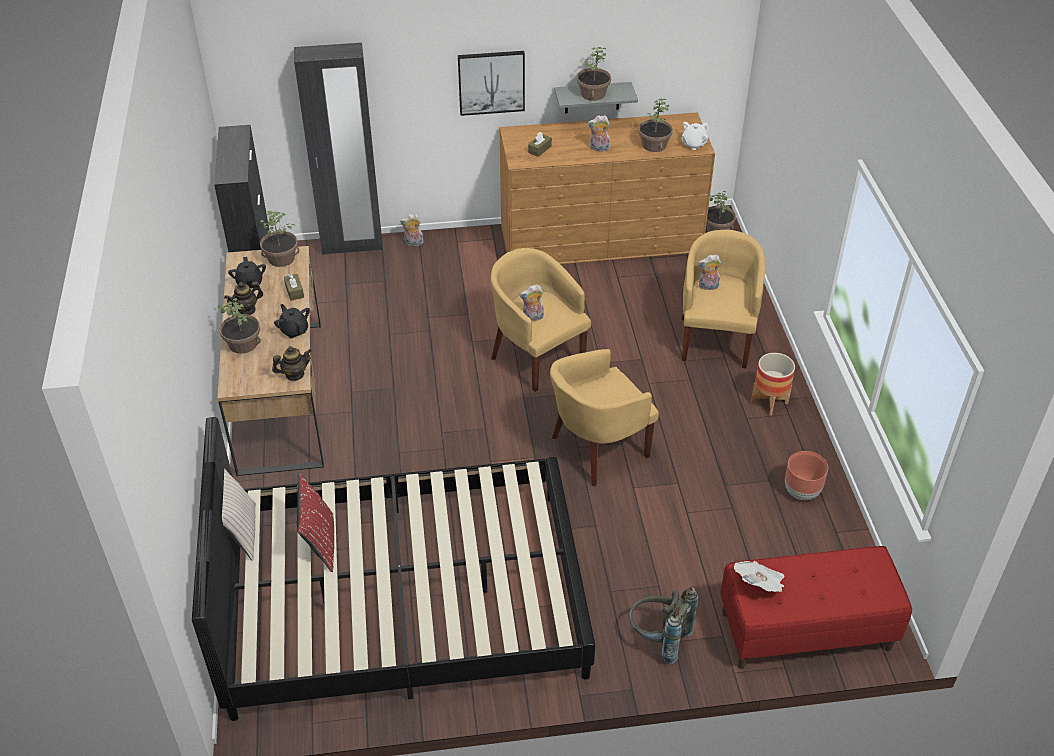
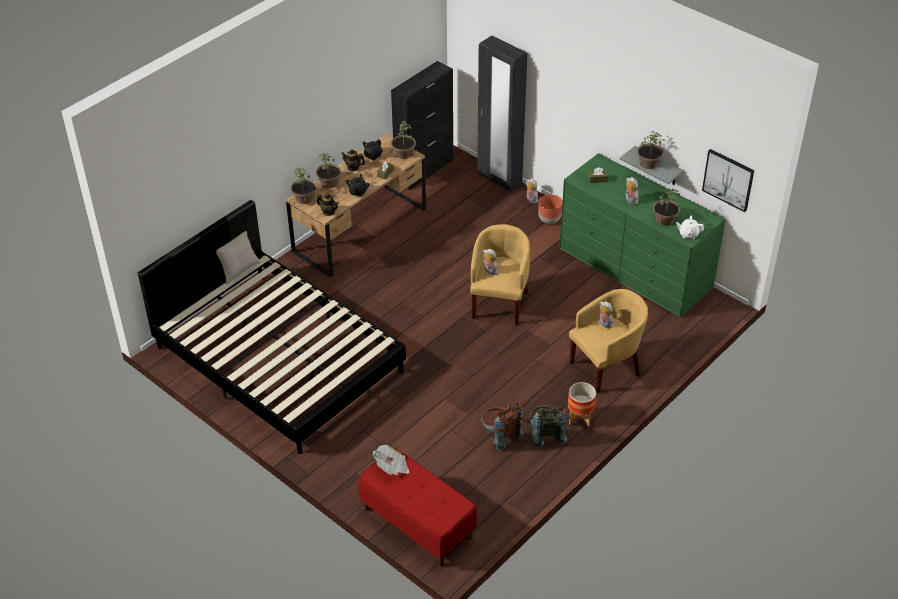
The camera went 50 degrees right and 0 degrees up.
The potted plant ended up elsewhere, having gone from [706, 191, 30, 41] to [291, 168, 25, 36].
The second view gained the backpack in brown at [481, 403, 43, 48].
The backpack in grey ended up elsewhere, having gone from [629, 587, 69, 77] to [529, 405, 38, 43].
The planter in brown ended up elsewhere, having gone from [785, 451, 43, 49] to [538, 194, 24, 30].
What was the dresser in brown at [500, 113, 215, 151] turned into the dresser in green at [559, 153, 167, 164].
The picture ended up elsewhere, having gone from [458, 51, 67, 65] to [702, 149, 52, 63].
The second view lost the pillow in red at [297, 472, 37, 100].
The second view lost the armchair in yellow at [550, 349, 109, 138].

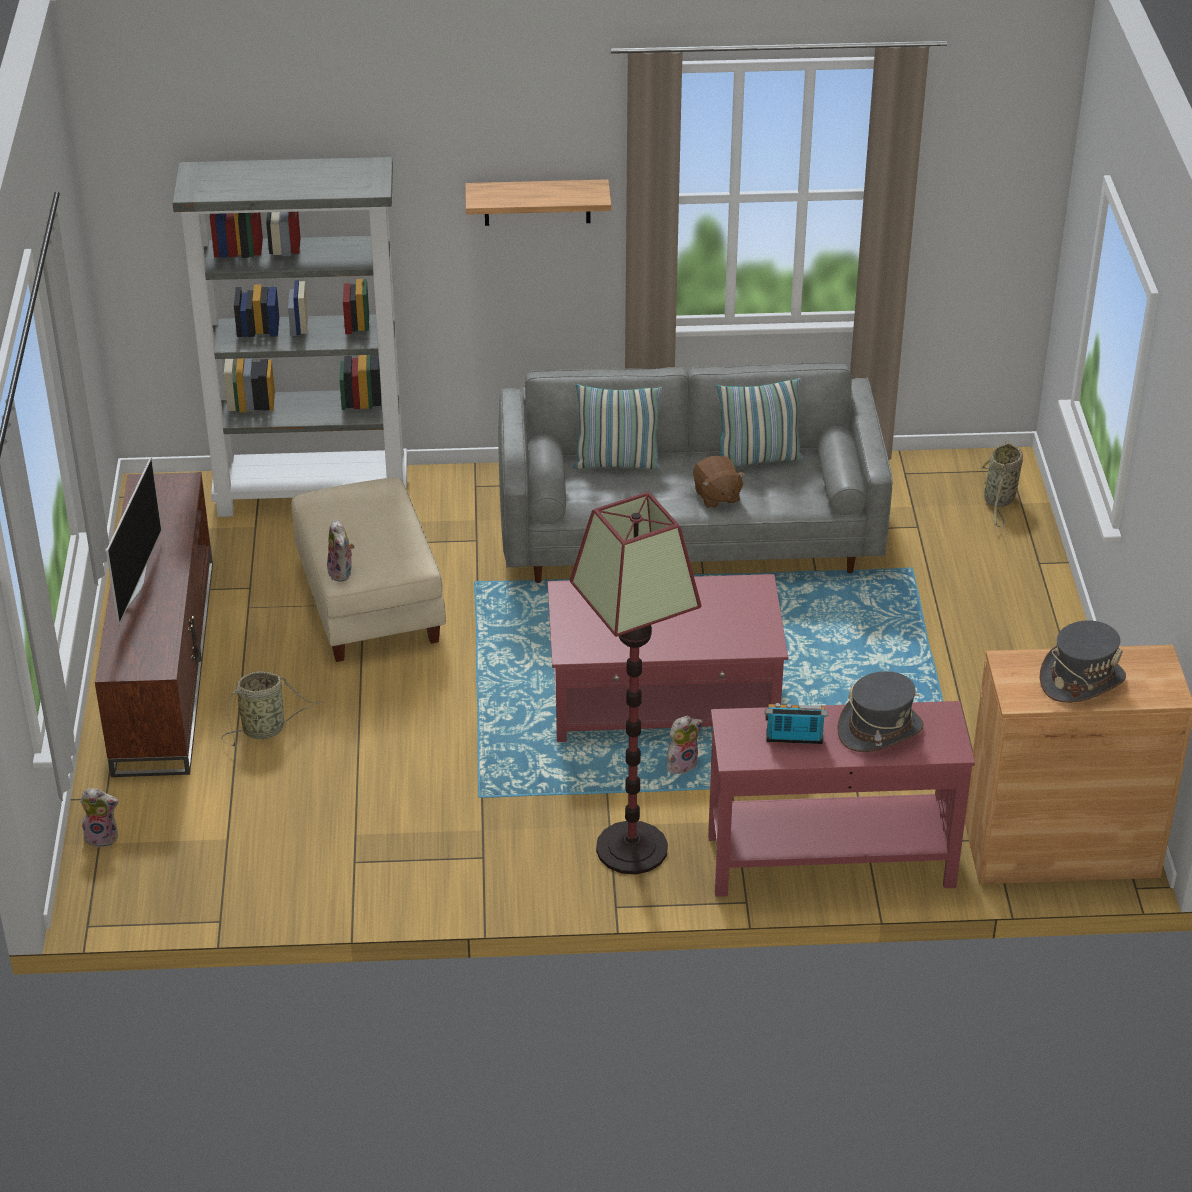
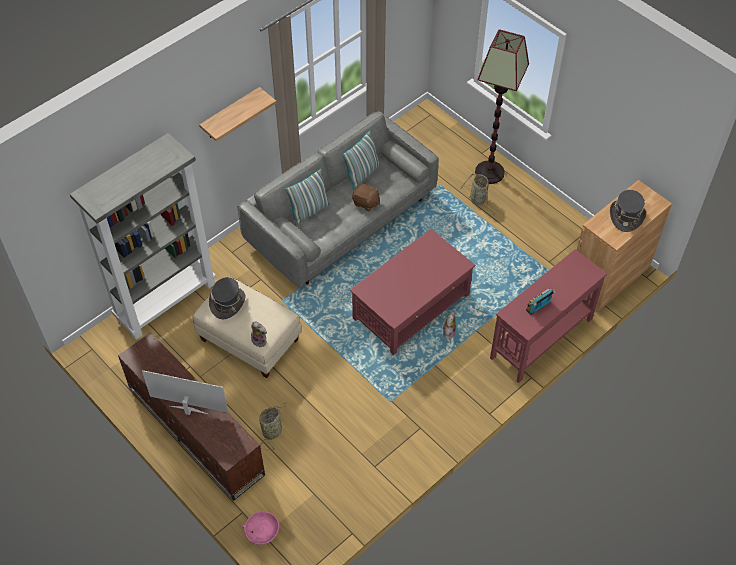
The camera went 40 degrees left and 15 degrees up.
The television at [106, 457, 56, 168] ended up facing another way, 45 degrees counterclockwise from before.
The hat in grey ended up elsewhere, having gone from [837, 671, 87, 81] to [209, 277, 36, 42].
Where the plush toy stood at [80, 788, 39, 59], the bowl in pink came to stand at [242, 511, 37, 34].
The basket ended up elsewhere, having gone from [979, 439, 44, 88] to [460, 173, 35, 43].
The floor lamp ended up elsewhere, having gone from [570, 492, 132, 383] to [475, 29, 54, 155].

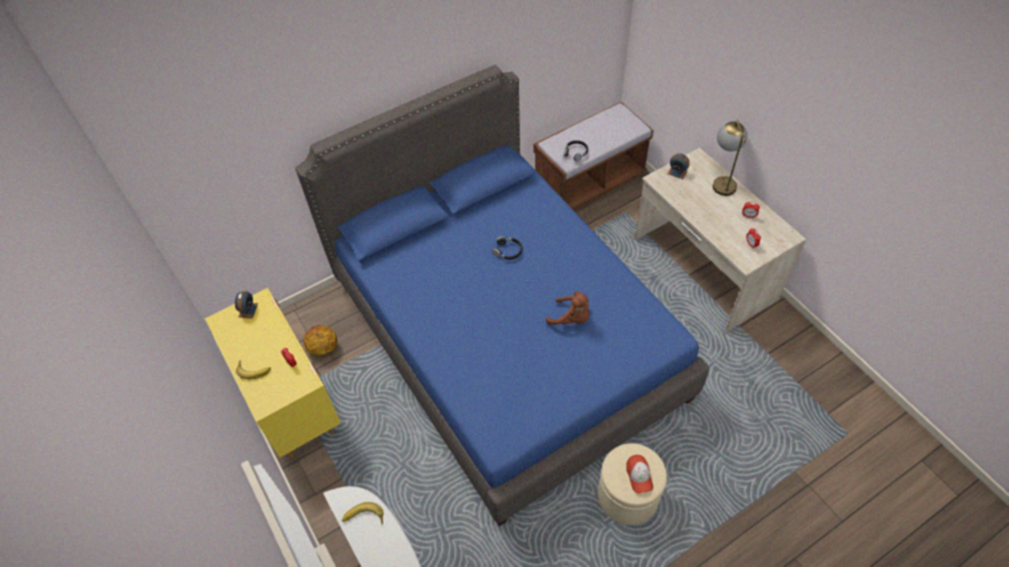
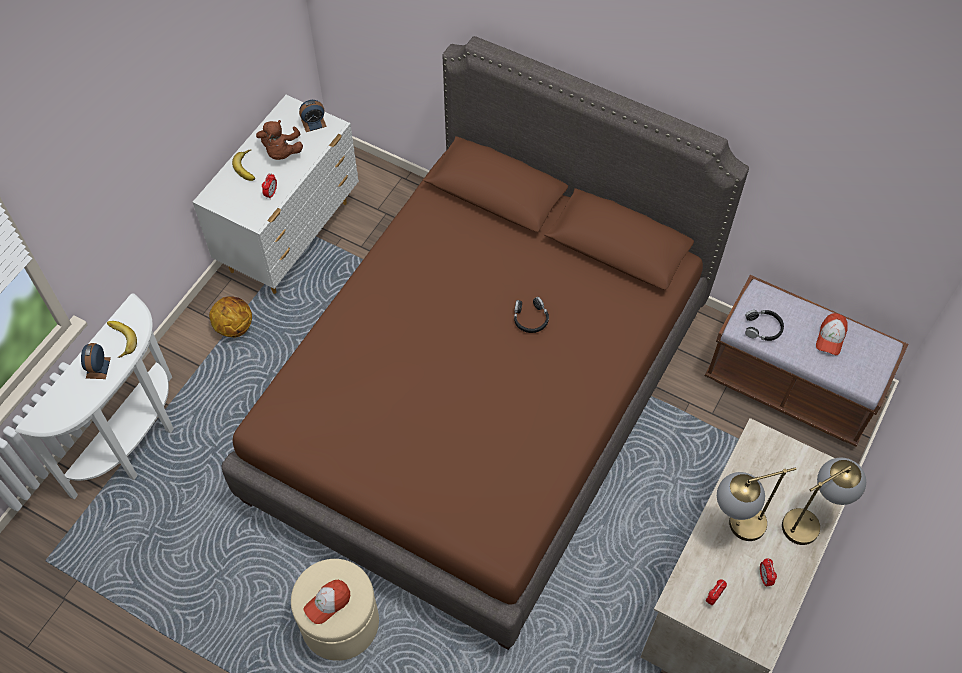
The camera went 60 degrees right and 5 degrees up.
The alarm clock ended up elsewhere, having gone from [668, 154, 22, 25] to [81, 343, 30, 36].
What was the dresser in yellow at [205, 288, 136, 170] turned into the dresser in white at [193, 95, 166, 199].
The basketball ended up elsewhere, having gone from [303, 325, 34, 31] to [209, 296, 43, 41].
What was the bed in blue at [295, 65, 414, 461] turned into the bed in brown at [221, 36, 528, 614].
The plush toy in brown ended up elsewhere, having gone from [546, 291, 43, 34] to [256, 120, 47, 40].
The second view gained the table lamp at [717, 467, 79, 74].
The second view gained the cap at [816, 313, 32, 42].

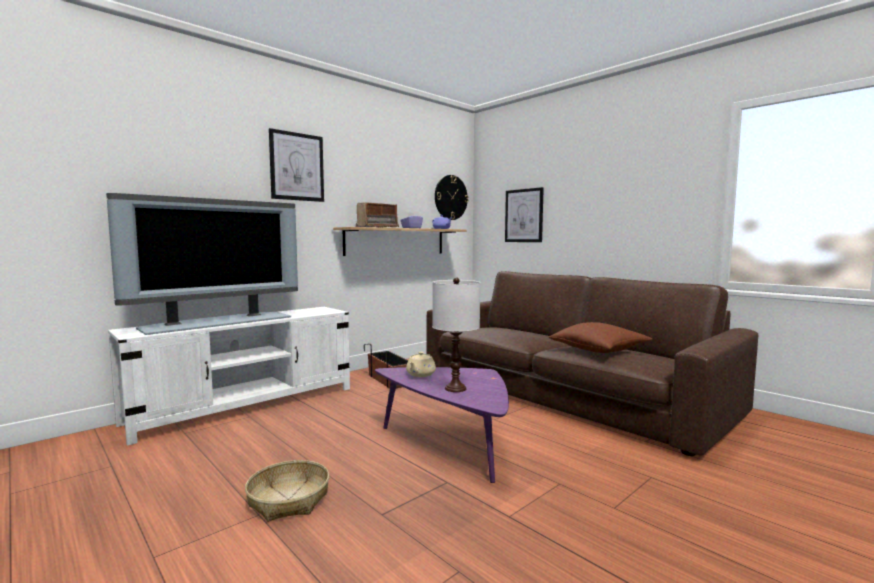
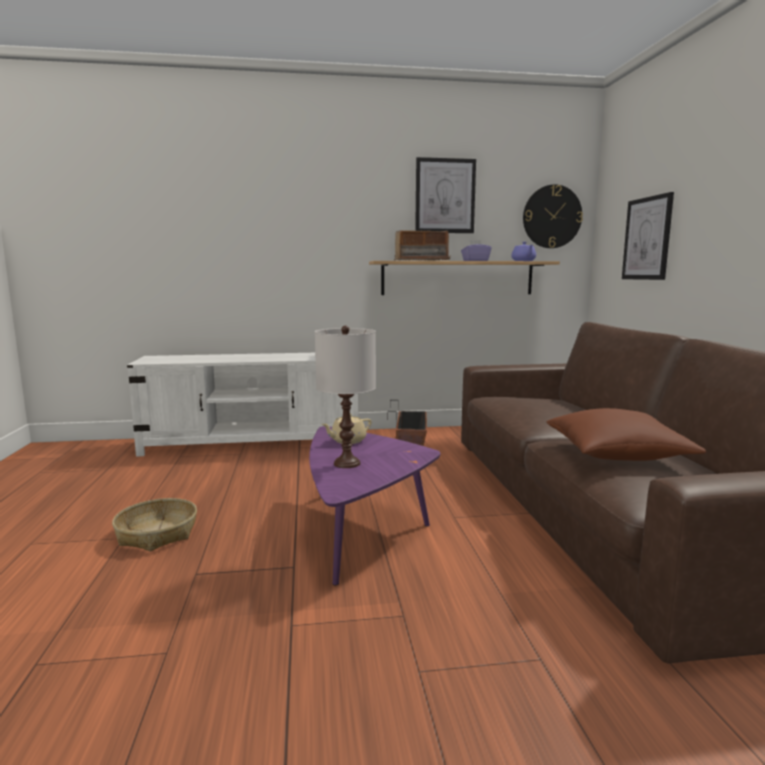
The camera went 35 degrees right and 5 degrees up.
The picture ended up elsewhere, having gone from [269, 128, 55, 74] to [415, 157, 61, 76].
The second view lost the television at [106, 193, 192, 142].

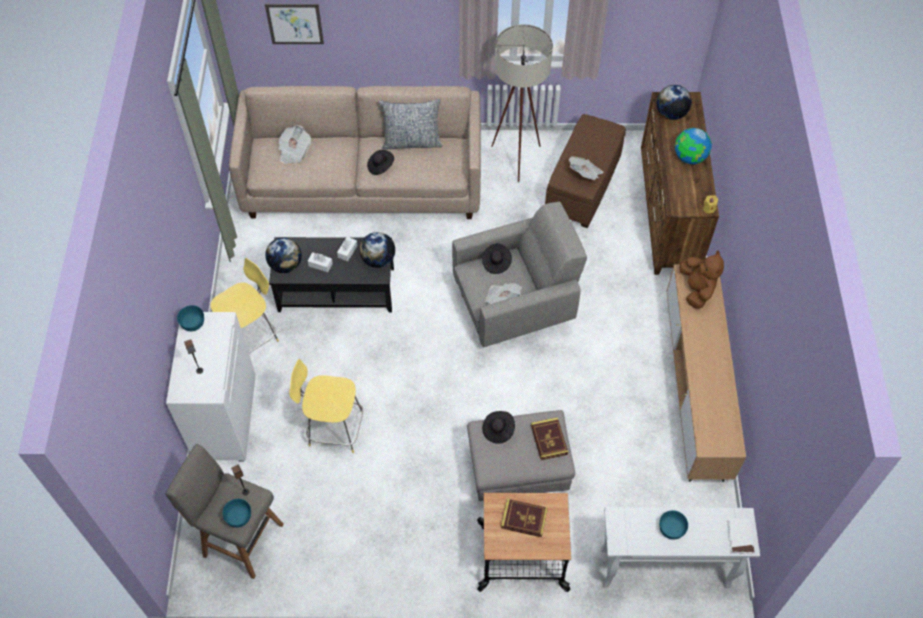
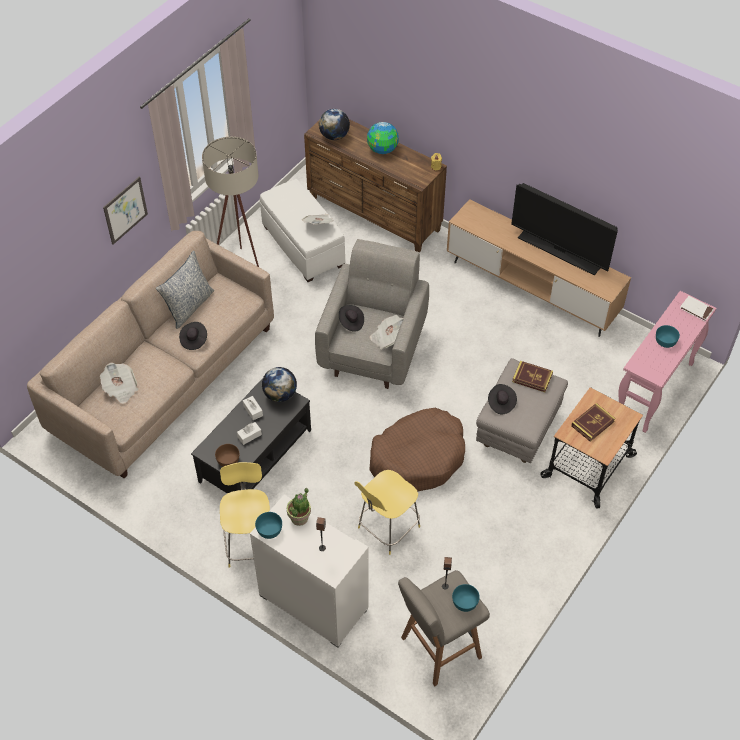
The camera went 55 degrees left and 5 degrees down.
The picture ended up elsewhere, having gone from [265, 4, 59, 40] to [103, 177, 45, 68].
Where the globe stood at [265, 237, 37, 36], the bowl in brown came to stand at [215, 444, 24, 23].
What was the ottoman in brown at [545, 114, 81, 114] turned into the ottoman in white at [260, 179, 85, 103].
The second view gained the potted plant at [287, 488, 24, 38].
The second view gained the dog bed in brown at [369, 408, 96, 84].
The second view gained the television at [511, 183, 107, 92].
What was the console table in white at [601, 507, 159, 81] turned into the console table in pink at [619, 291, 97, 142].
The second view lost the plush toy in brown at [679, 251, 45, 58].

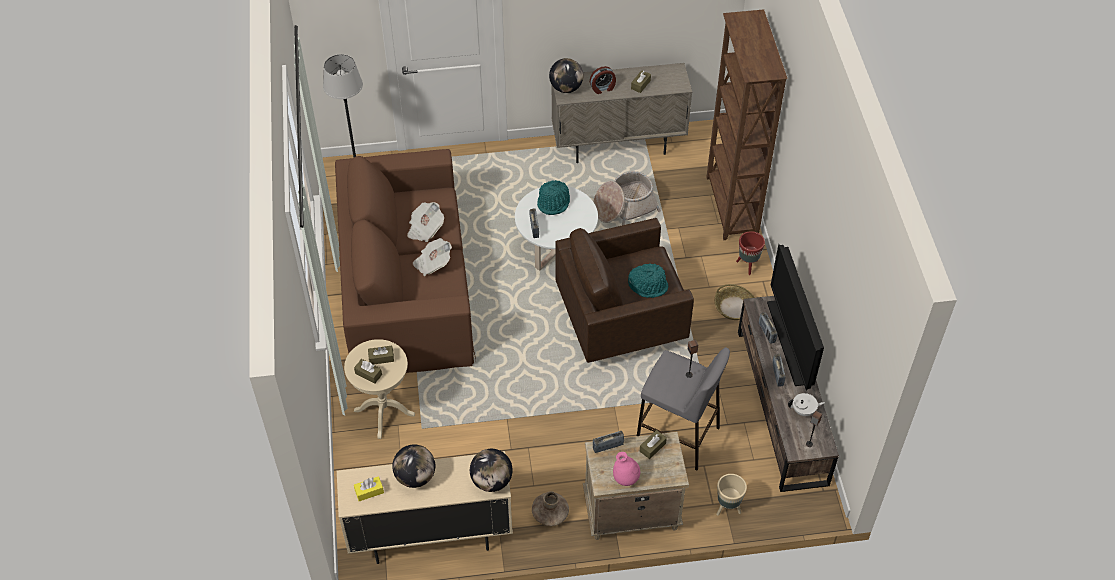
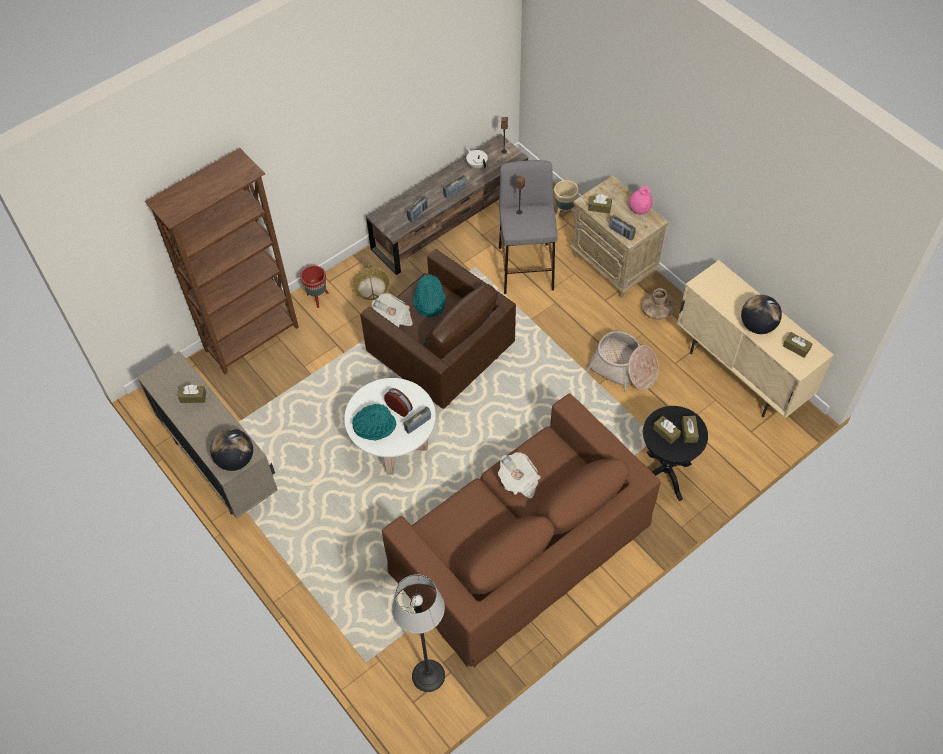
The camera went 120 degrees left and 5 degrees up.
The newspaper ended up elsewhere, having gone from [407, 202, 37, 40] to [372, 293, 41, 34].
The alarm clock ended up elsewhere, having gone from [590, 66, 26, 28] to [384, 388, 29, 29].
The basket ended up elsewhere, having gone from [593, 171, 68, 54] to [586, 331, 73, 60].
What was the side table in beige at [344, 339, 71, 100] turned into the side table in black at [643, 406, 65, 95].
What was the tissue box in yellow at [354, 476, 30, 25] turned into the tissue box in brown at [783, 332, 30, 26].
The second view lost the globe at [470, 449, 43, 43].
The second view lost the television at [767, 244, 57, 146].

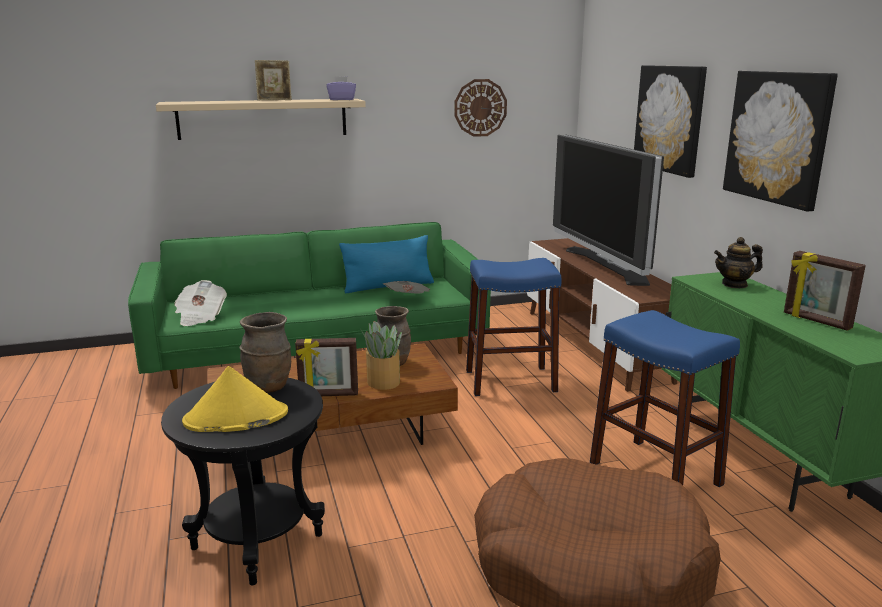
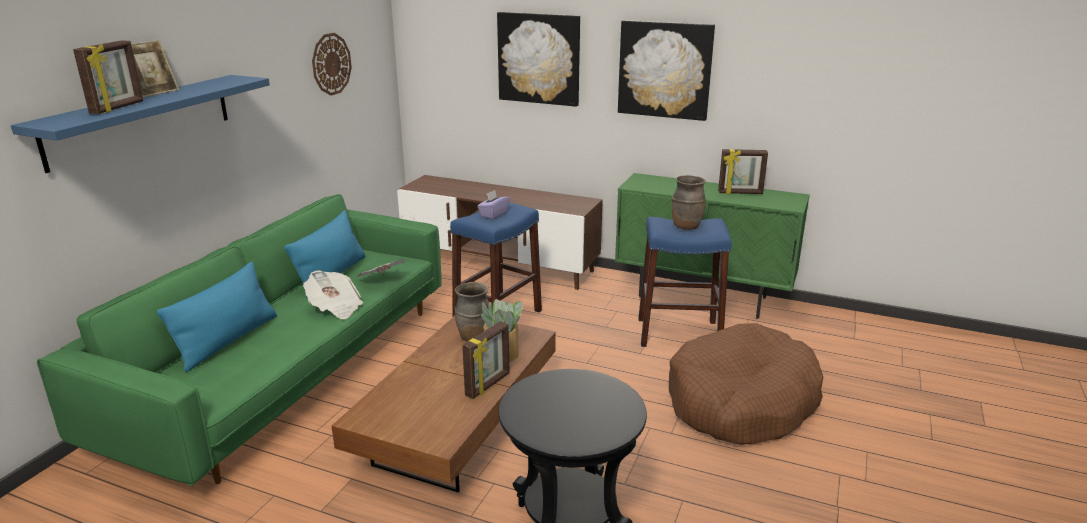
The camera went 50 degrees left and 5 degrees up.
What was the shelf in beige at [156, 99, 210, 41] turned into the shelf in blue at [11, 75, 259, 98].
The second view gained the picture frame at [73, 40, 71, 74].
The second view gained the pillow in blue at [157, 262, 120, 110].
The newspaper ended up elsewhere, having gone from [174, 280, 53, 46] to [303, 270, 60, 49].
The tissue box in purple ended up elsewhere, having gone from [326, 76, 30, 24] to [477, 190, 33, 29].
The vase in brown ended up elsewhere, having gone from [239, 312, 52, 81] to [672, 175, 34, 55].
The second view lost the hat in yellow at [182, 366, 106, 66].
The second view lost the television at [553, 135, 111, 151].
The second view lost the teapot at [714, 237, 49, 51].

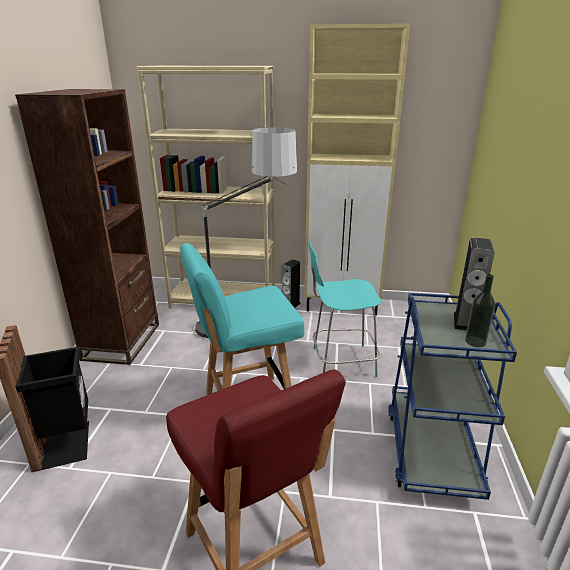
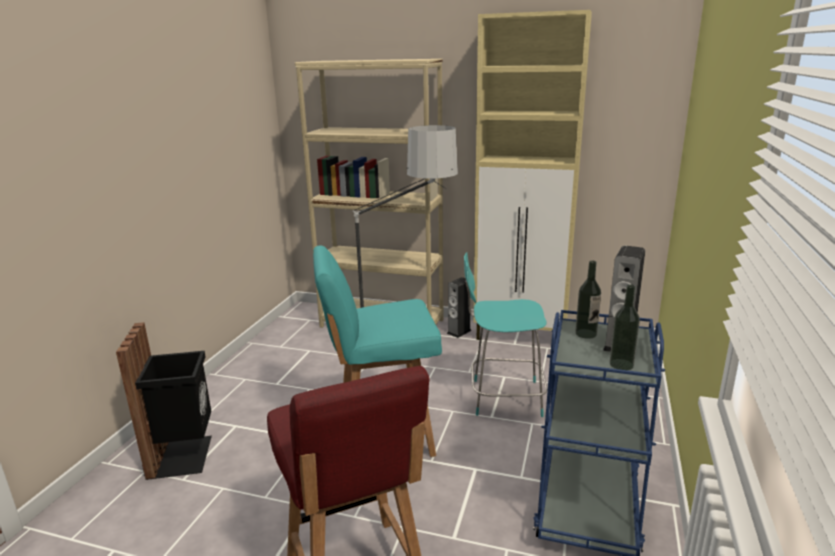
The camera went 10 degrees right and 5 degrees down.
The second view gained the bottle at [575, 261, 26, 78].
The second view lost the bookcase in brown at [15, 89, 144, 276].

